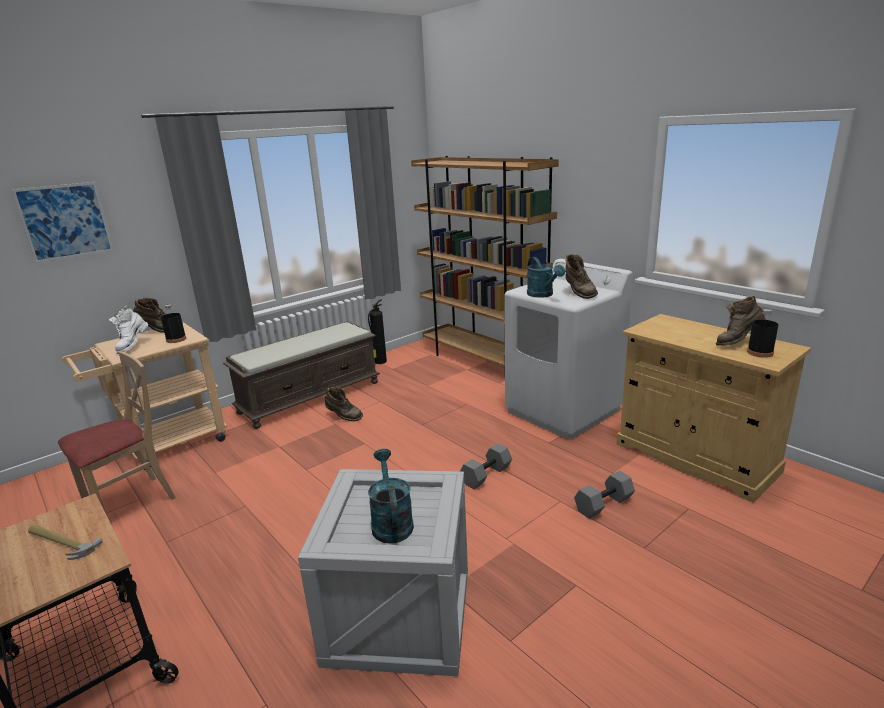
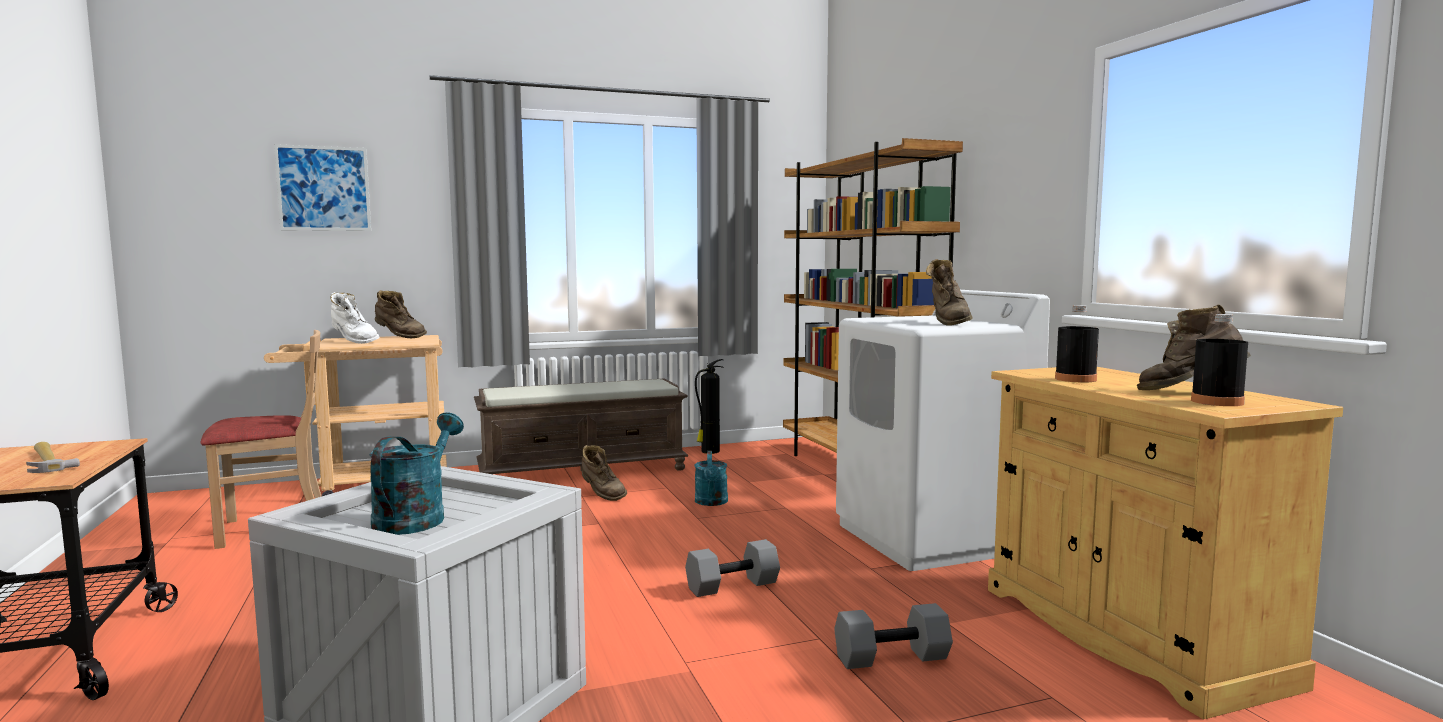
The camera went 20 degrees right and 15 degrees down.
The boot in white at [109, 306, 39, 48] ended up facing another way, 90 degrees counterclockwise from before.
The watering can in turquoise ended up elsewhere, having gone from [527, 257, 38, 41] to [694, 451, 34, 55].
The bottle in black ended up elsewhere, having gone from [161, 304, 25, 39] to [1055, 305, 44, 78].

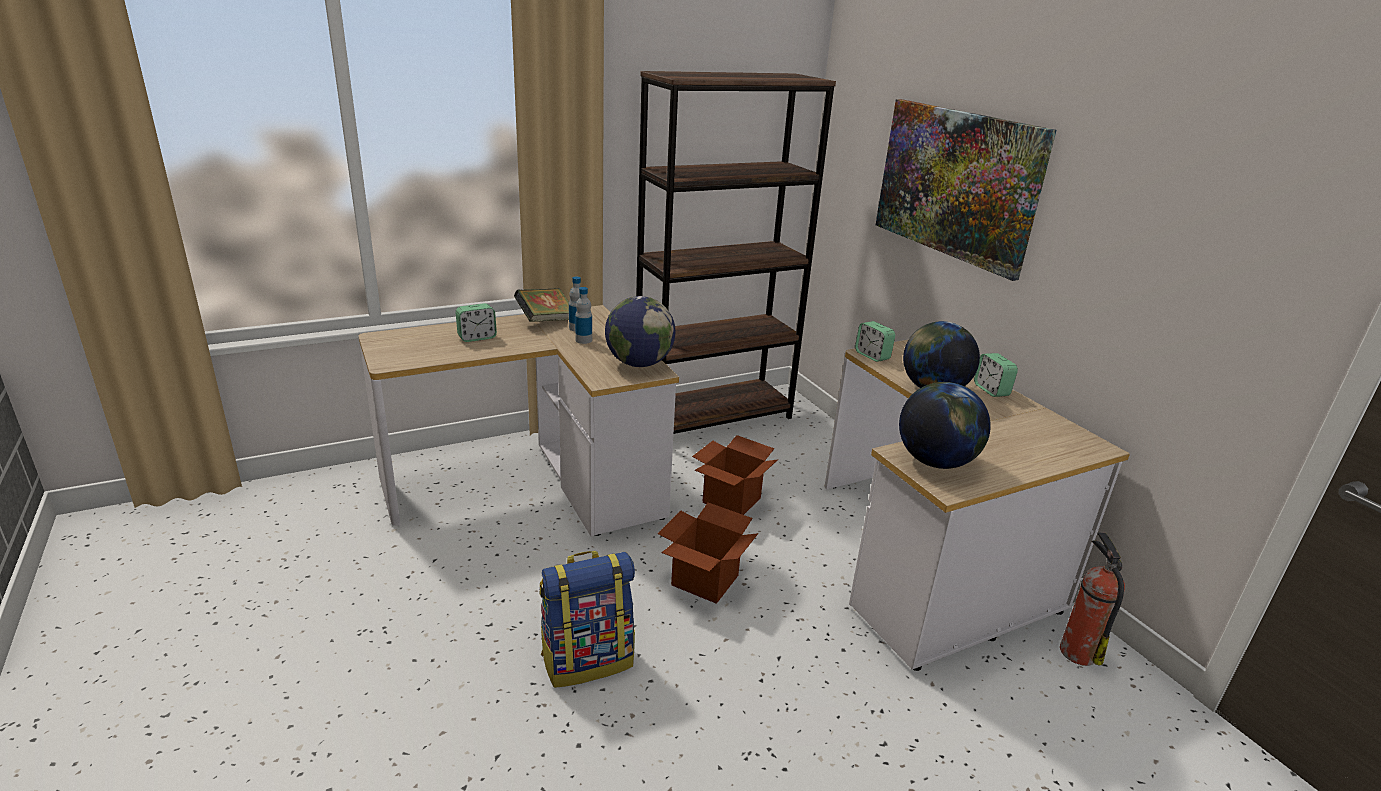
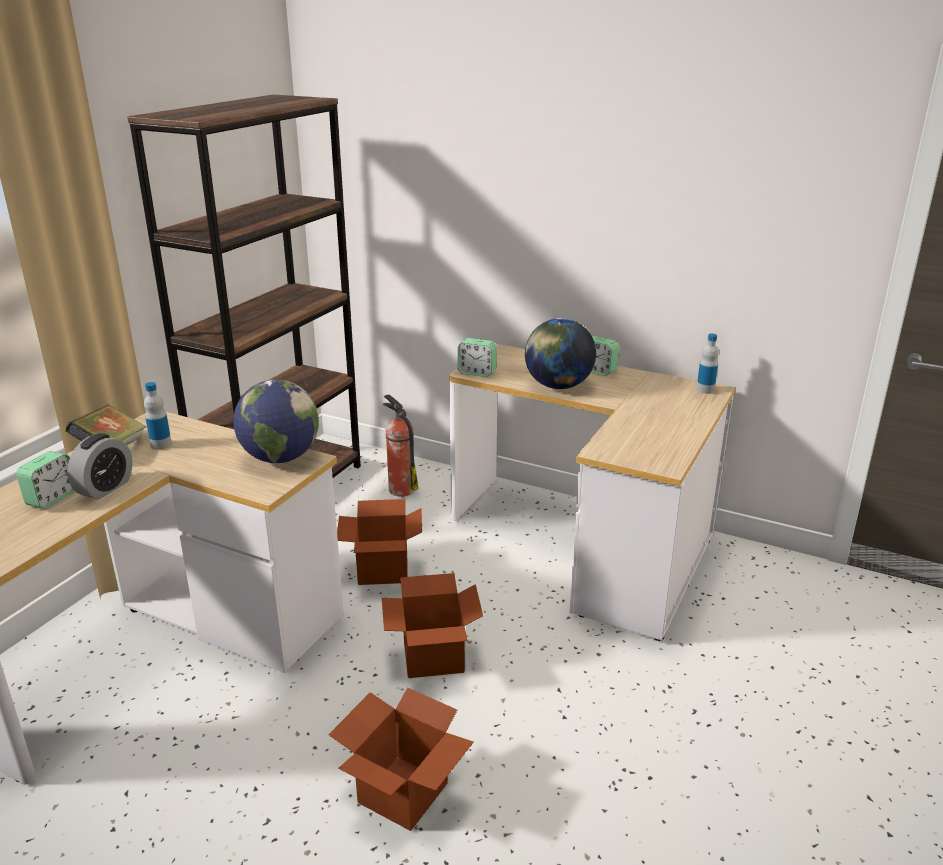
The camera went 35 degrees left and 0 degrees up.
The second view gained the alarm clock at [67, 433, 66, 67].
Where the backpack stood at [539, 551, 96, 137], the cardboard box came to stand at [328, 687, 146, 144].
The fire extinguisher ended up elsewhere, having gone from [1060, 533, 65, 133] to [383, 394, 36, 102].
The bottle ended up elsewhere, having gone from [575, 287, 17, 57] to [696, 334, 23, 60].
The second view lost the picture at [876, 99, 180, 182].
The second view lost the globe at [899, 382, 92, 87].

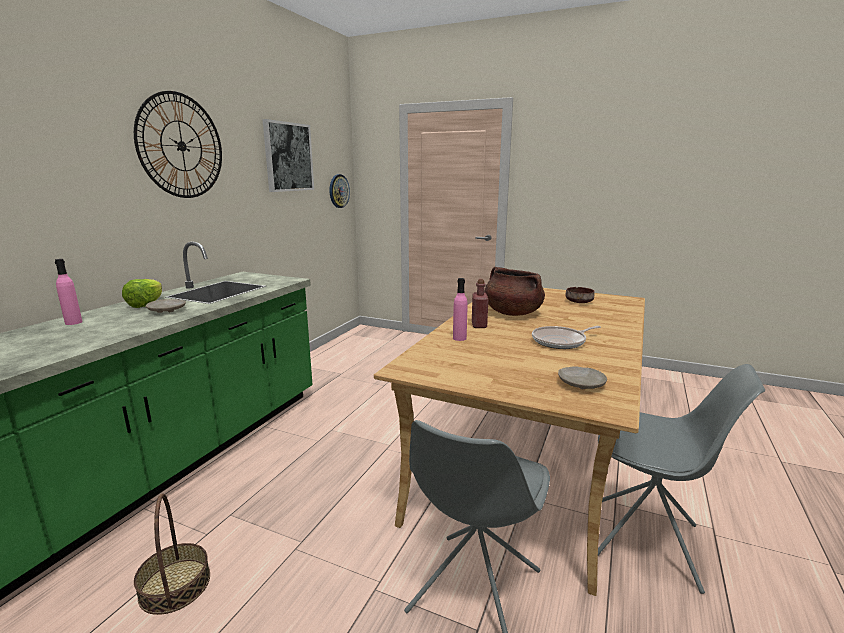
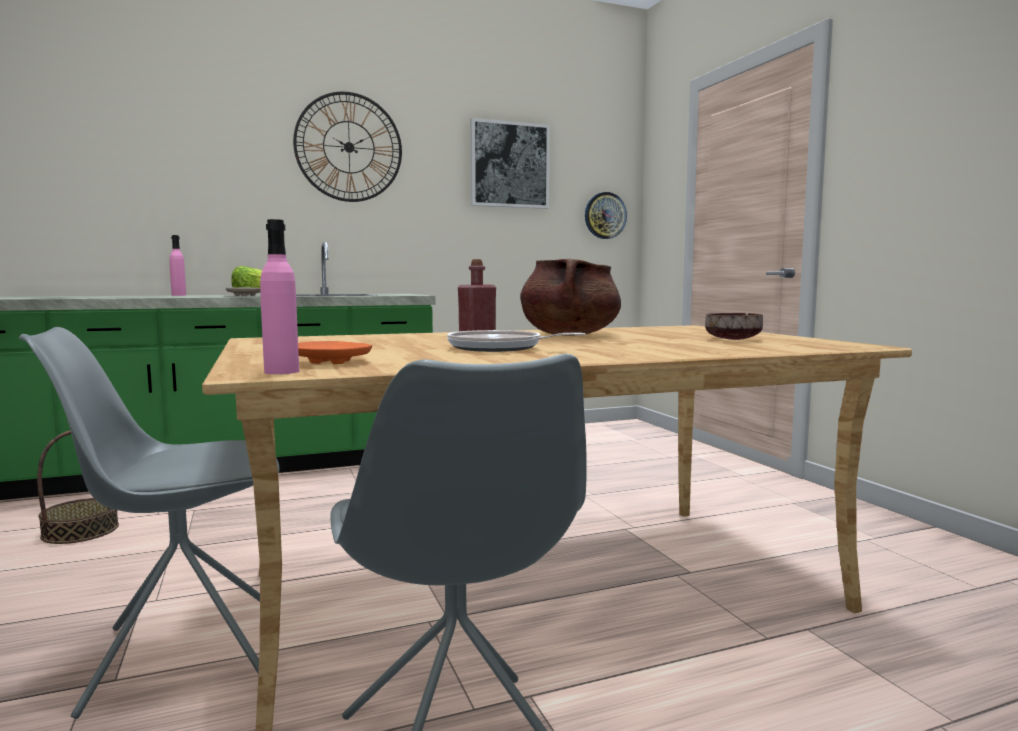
The camera went 45 degrees right and 10 degrees down.
The bottle in pink ended up elsewhere, having gone from [453, 278, 14, 63] to [260, 219, 39, 155].
What was the plate in beige at [558, 366, 49, 23] turned into the plate in orange at [298, 341, 74, 23].

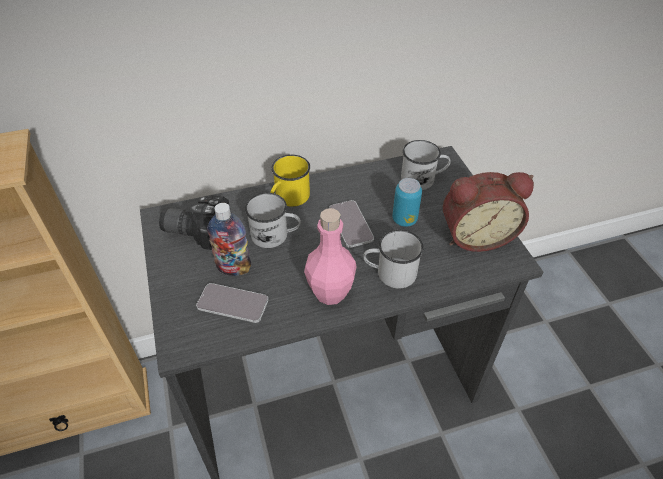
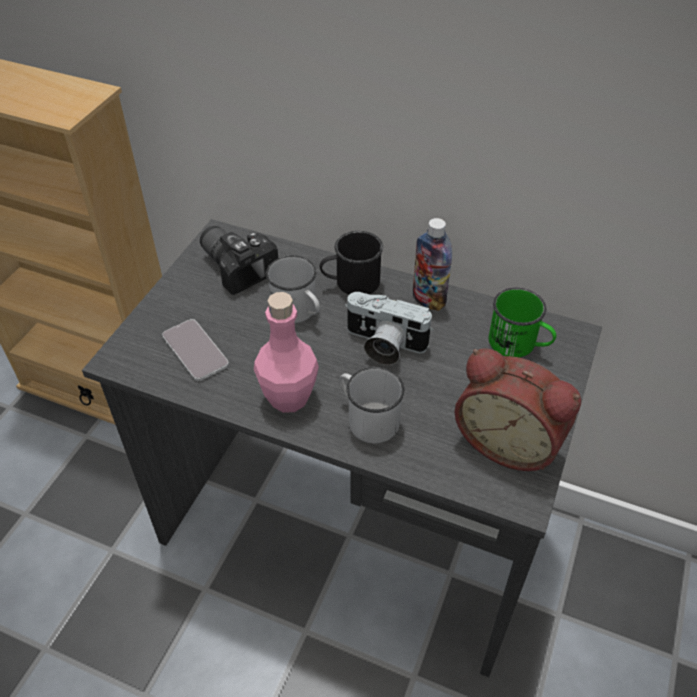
The camera went 40 degrees right and 0 degrees up.
What was the mug in yellow at [270, 155, 40, 52] turned into the mug in black at [320, 231, 63, 63].
Where the phone stood at [329, 200, 45, 48], the photo camera came to stand at [345, 292, 88, 73].
The bottle ended up elsewhere, having gone from [207, 203, 44, 73] to [413, 218, 39, 93].
What was the mug in white at [401, 140, 50, 50] turned into the mug in green at [489, 288, 68, 69].
The second view lost the can at [392, 178, 30, 49].

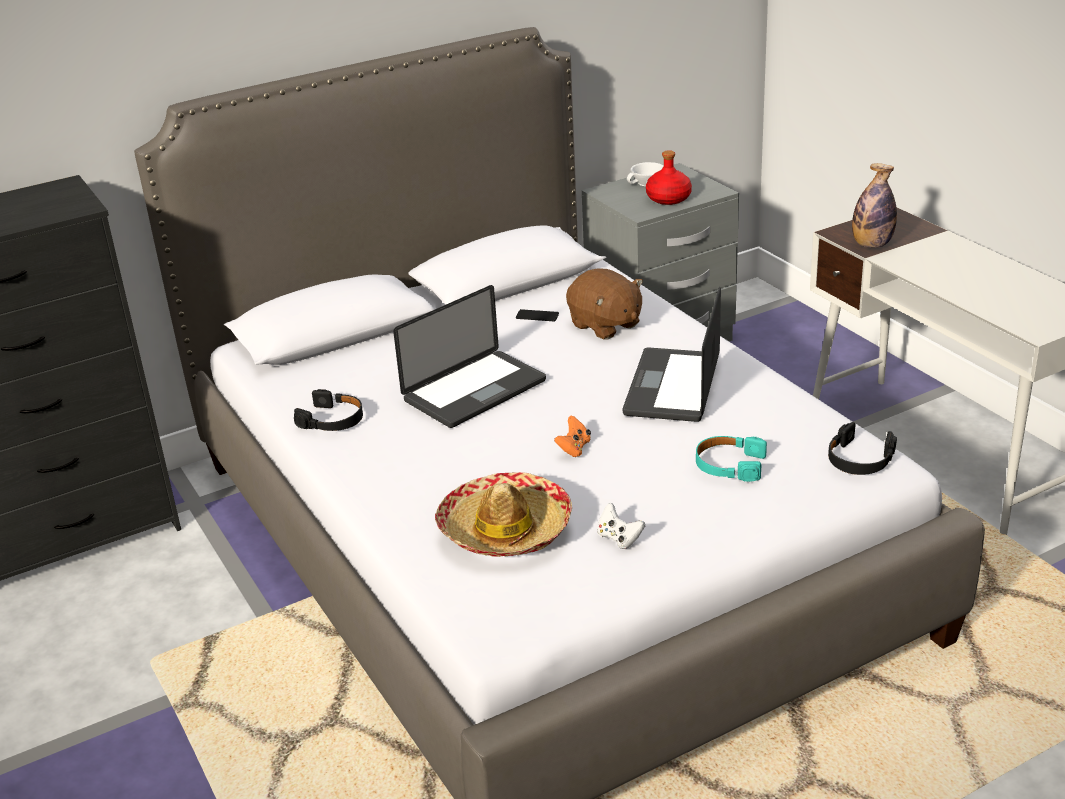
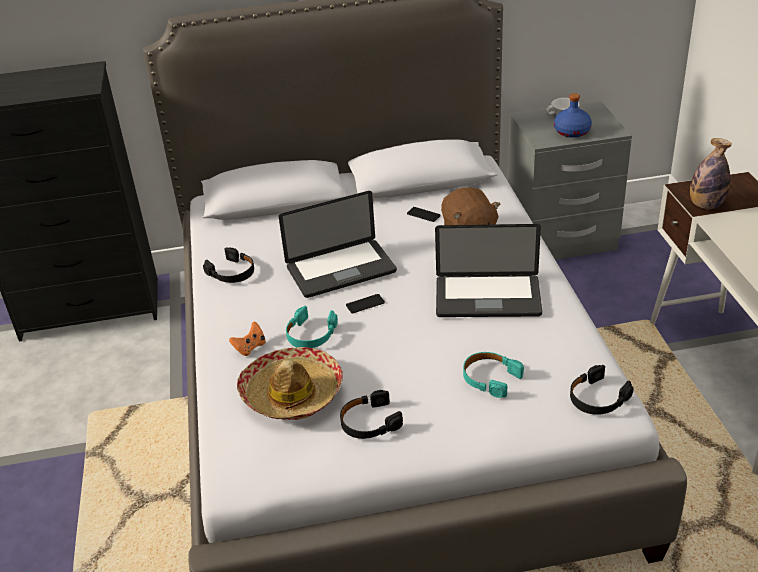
The camera went 20 degrees right and 5 degrees up.
The game controller in orange ended up elsewhere, having gone from [554, 416, 37, 41] to [229, 322, 37, 34].
The second view gained the headphones in turquoise at [286, 306, 52, 42].
Where the game controller in white stood at [597, 503, 48, 46], the headphones in black came to stand at [340, 390, 63, 49].
The second view gained the phone at [346, 294, 39, 20].
The laptop at [623, 287, 98, 135] ended up facing another way, 120 degrees counterclockwise from before.
What was the bottle in red at [646, 150, 46, 55] turned into the bottle in blue at [554, 93, 38, 45].

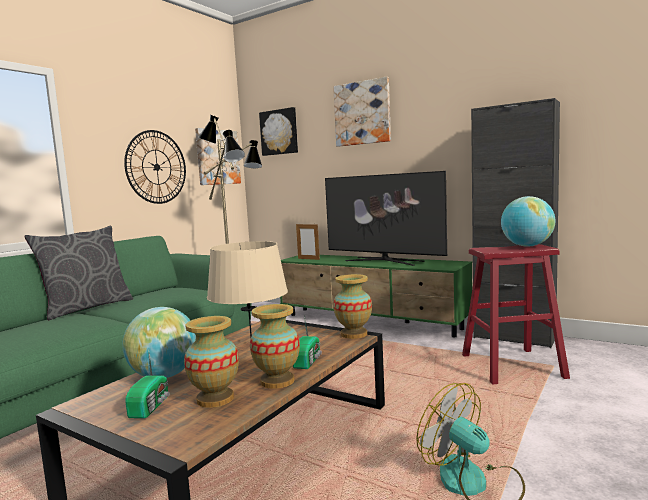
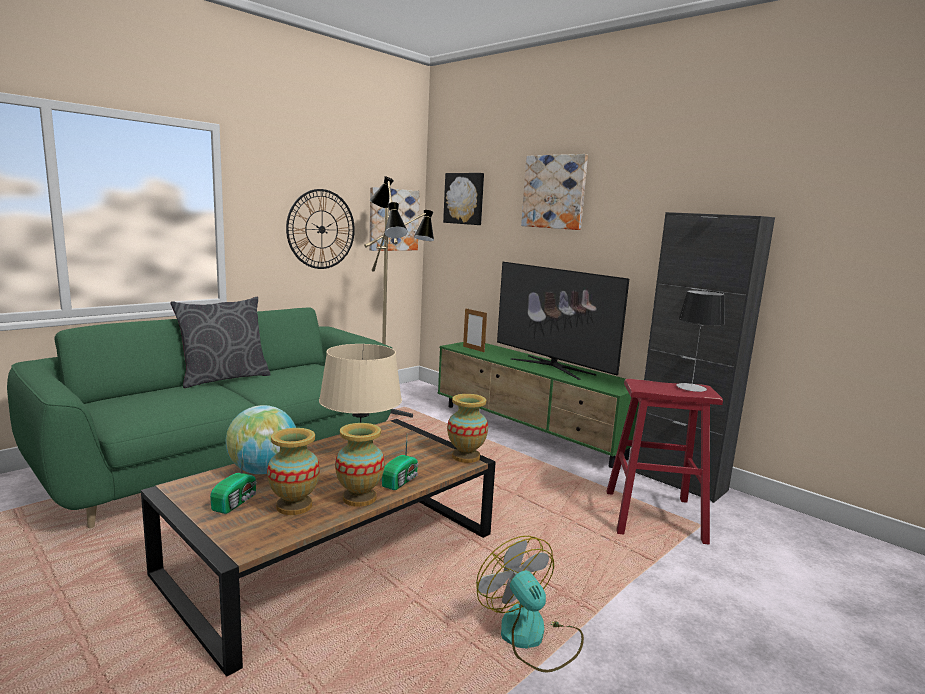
The camera went 10 degrees right and 5 degrees up.
Where the globe stood at [501, 196, 54, 51], the table lamp came to stand at [676, 290, 49, 102].

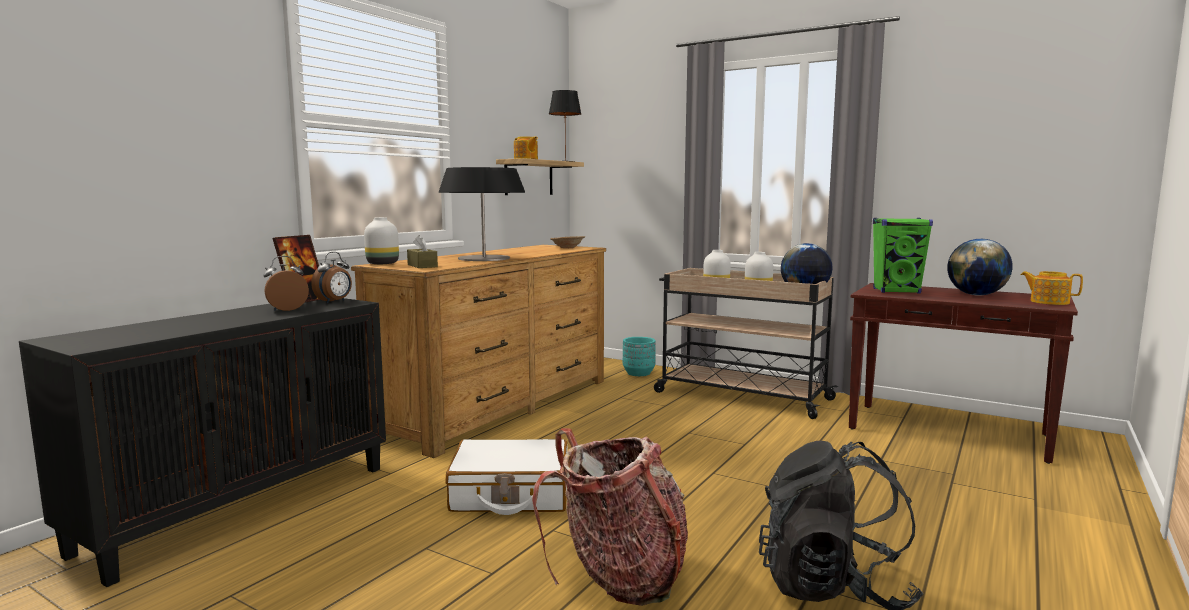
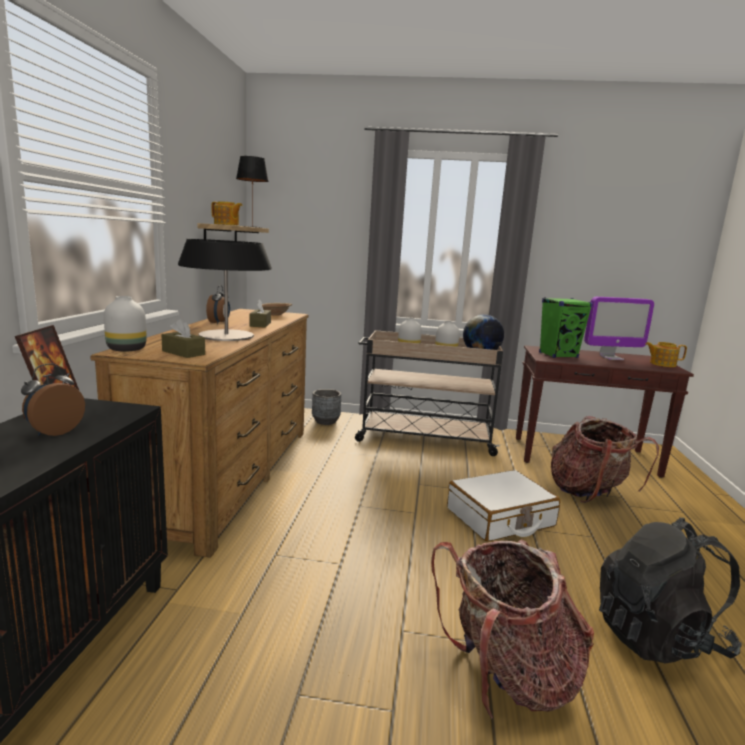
The camera went 25 degrees left and 5 degrees up.
The alarm clock ended up elsewhere, having gone from [311, 252, 41, 51] to [206, 285, 24, 39].
The second view gained the tissue box in brown at [250, 299, 21, 29].
What was the planter in turquoise at [623, 337, 33, 39] turned into the planter in grey at [312, 389, 29, 36].
The suitcase in white ended up elsewhere, having gone from [445, 439, 123, 76] to [447, 470, 113, 72].
The second view gained the backpack at [551, 416, 108, 87].
Where the globe stood at [947, 239, 66, 57], the monitor came to stand at [584, 297, 70, 63].

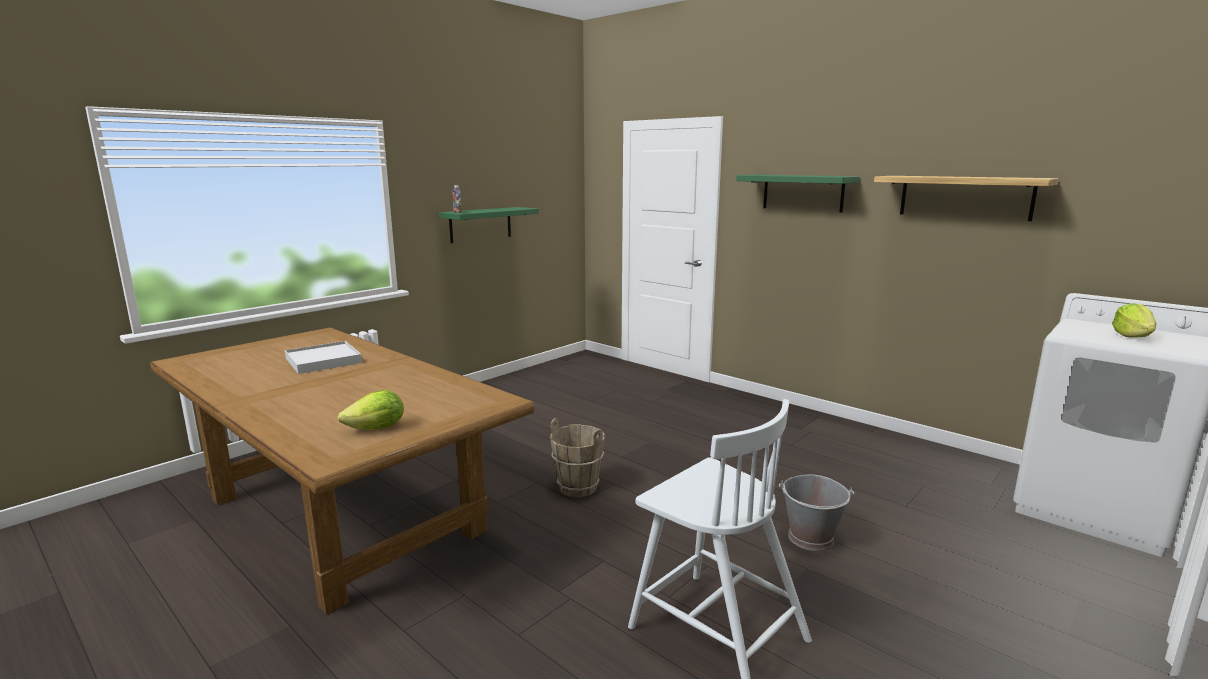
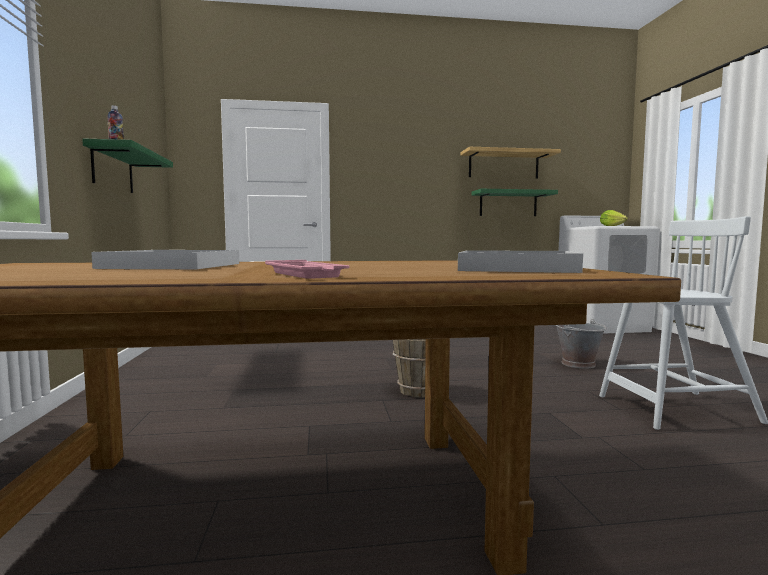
The camera went 50 degrees left and 10 degrees down.
The second view gained the tray in pink at [265, 260, 85, 19].
Where the lettuce stood at [338, 390, 66, 40], the tray in white came to stand at [458, 250, 125, 23].
The shelf in green ended up elsewhere, having gone from [736, 175, 123, 37] to [472, 189, 86, 27].

